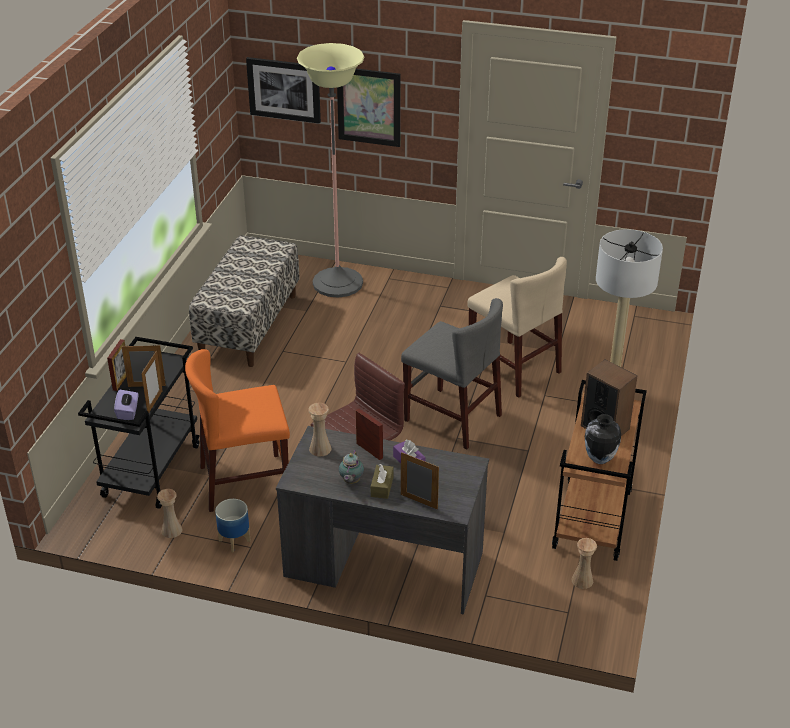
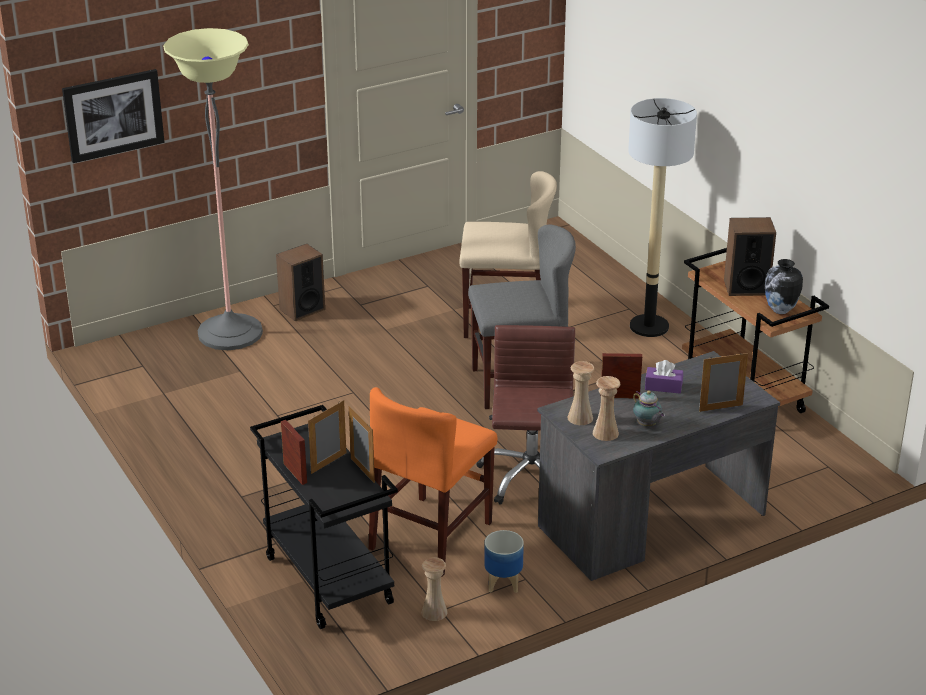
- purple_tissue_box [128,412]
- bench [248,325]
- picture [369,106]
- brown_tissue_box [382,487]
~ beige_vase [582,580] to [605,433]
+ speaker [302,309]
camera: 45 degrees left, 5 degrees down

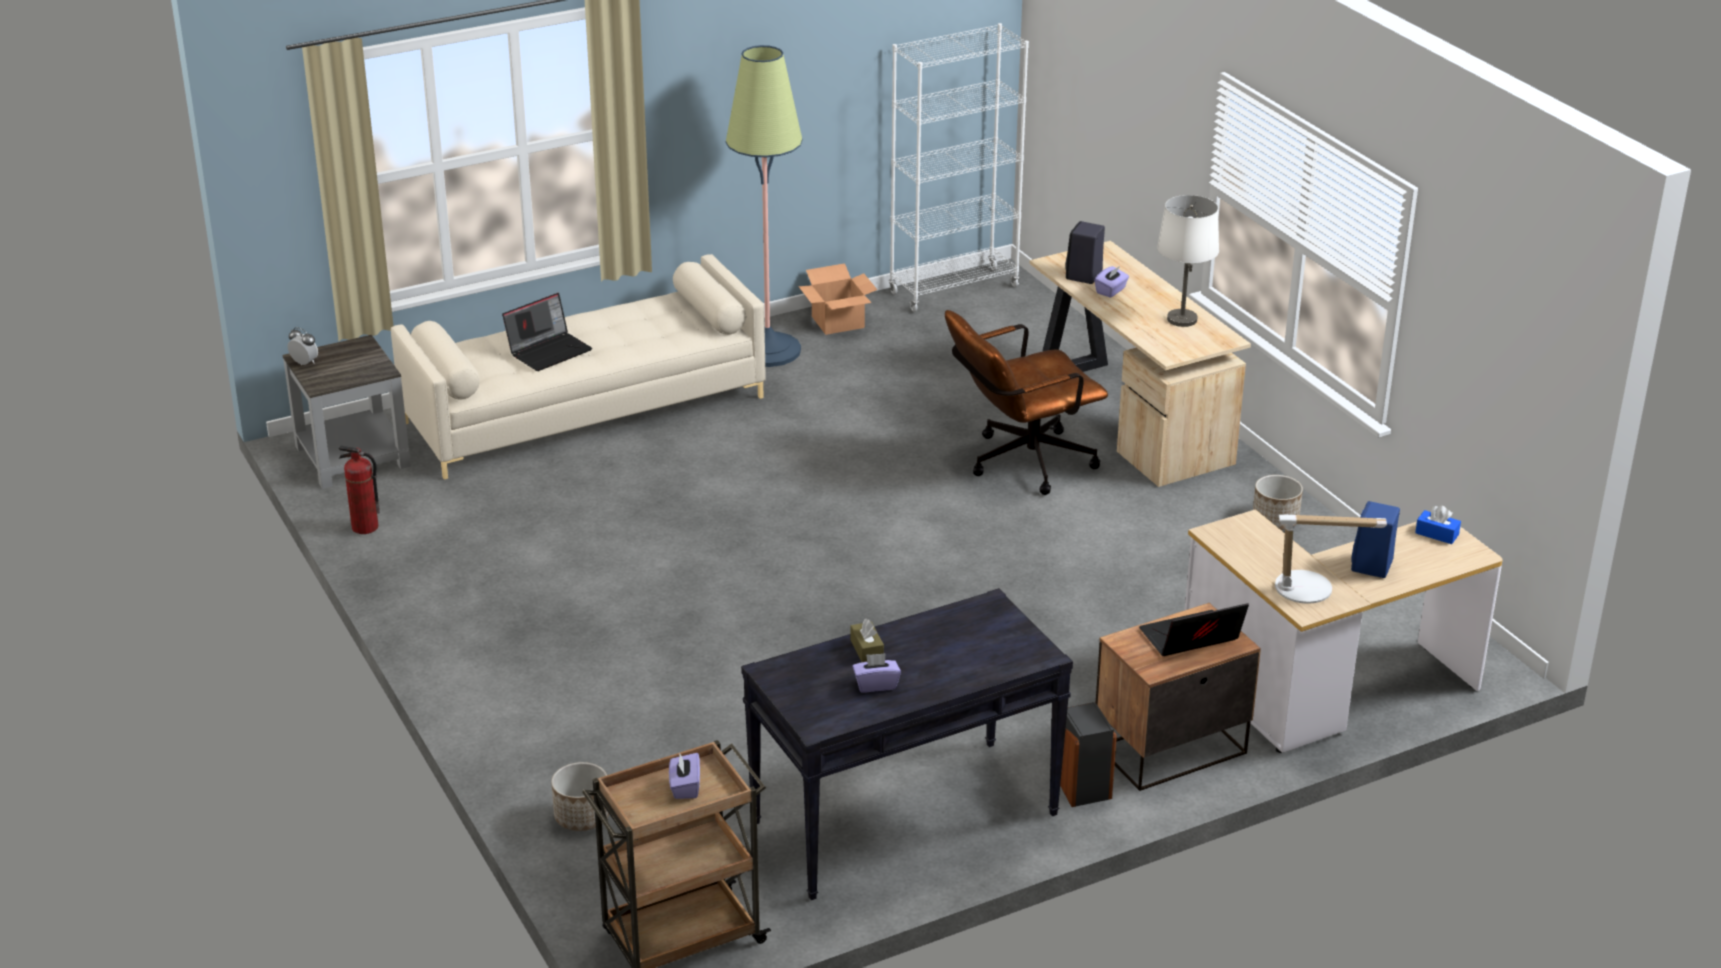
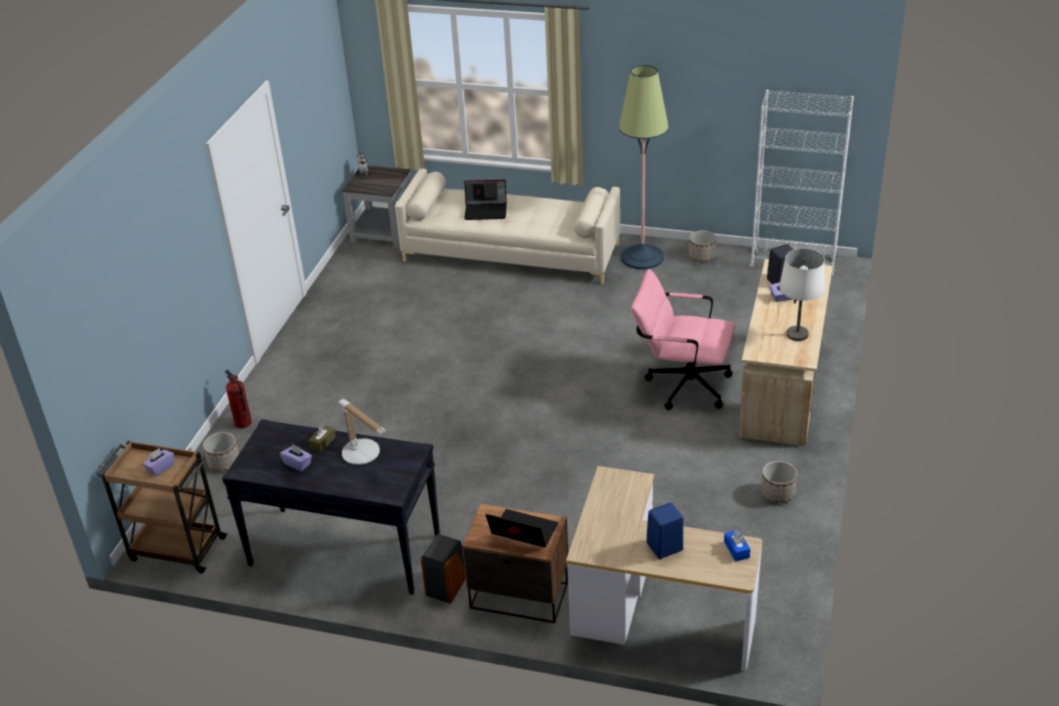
~ fire_extinguisher [364,527] to [242,423]
~ cardboard_box [838,322] to planter [702,256]
~ brown_office_chair [1020,463] to pink_office_chair [681,384]
~ table_lamp [1311,589] to [364,455]
camera: 45 degrees right, 5 degrees up

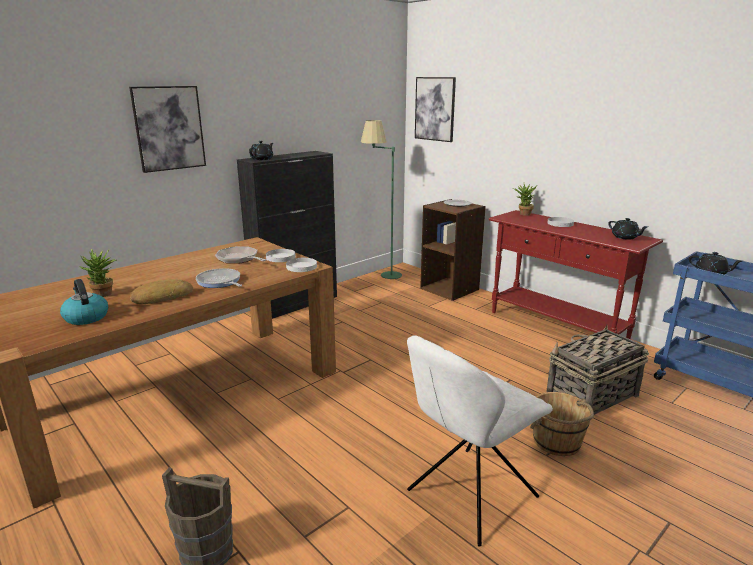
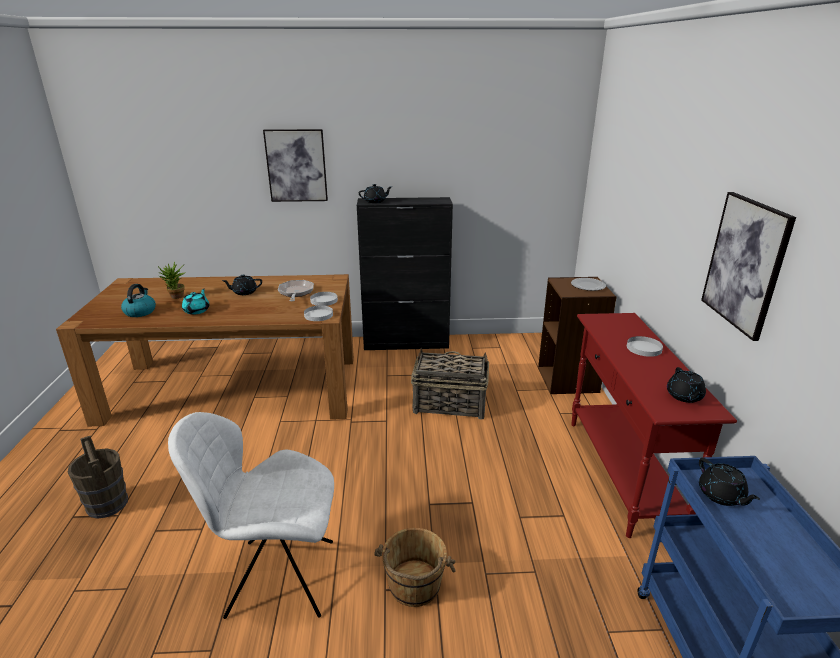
~ bread [162,297] to turquoise_teapot [197,310]
- frying_pan [220,282]
- green_floor_lamp [382,276]
~ picture [435,109] to [745,264]
- potted_plant [522,214]
~ basket [591,396] to [449,404]
+ black_teapot [244,292]
camera: 40 degrees right, 5 degrees up

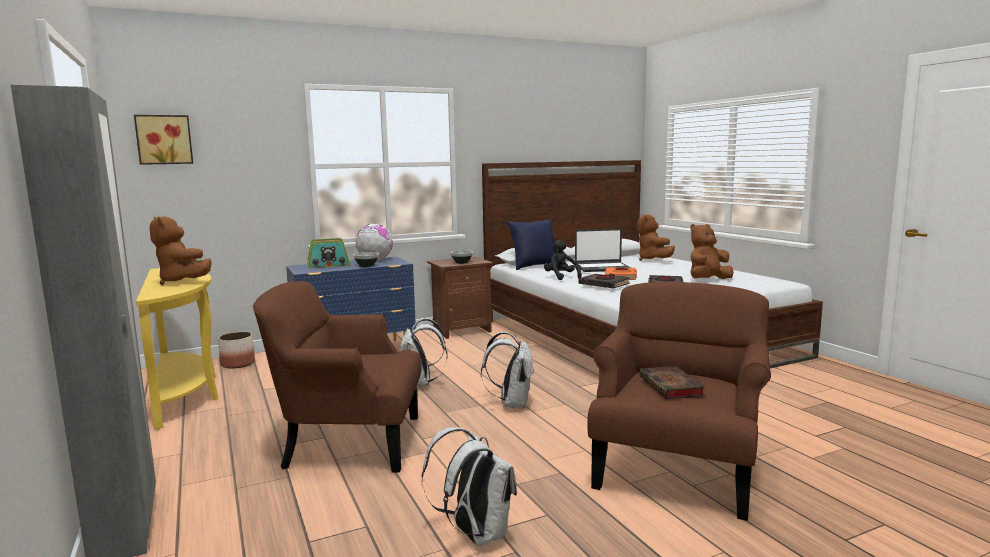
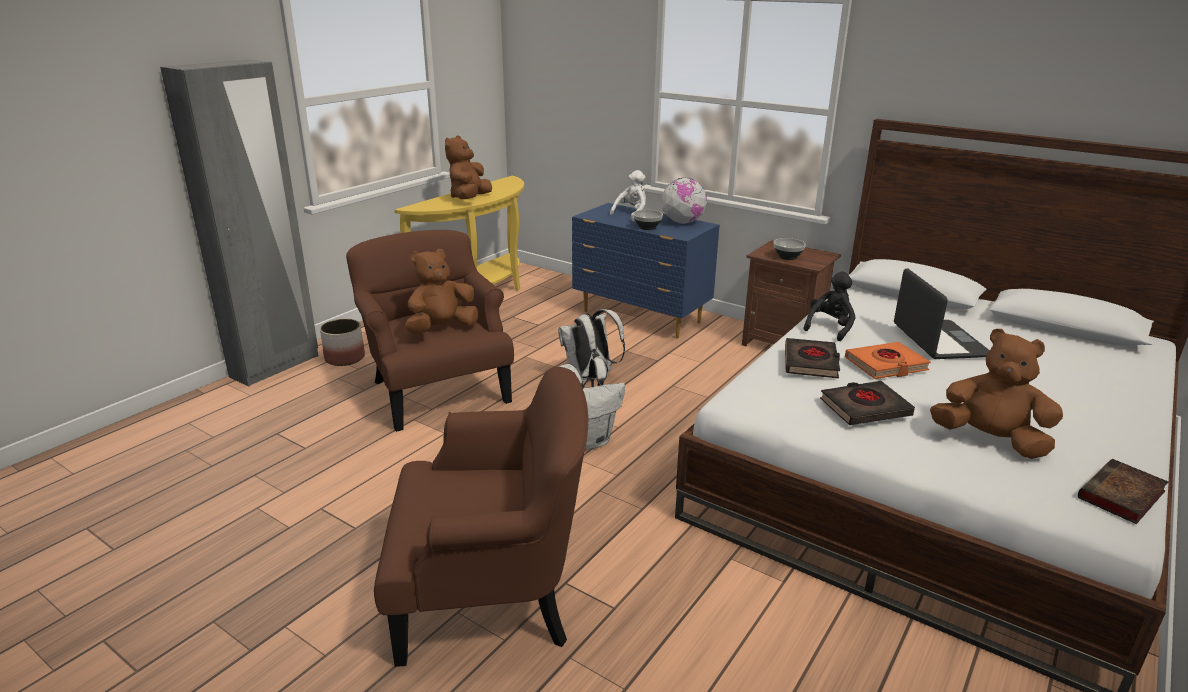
- picture [164,139]
~ planter [238,364] to [345,358]
~ radio [328,265] to white_plush_toy [631,214]
- white_backpack [475,534]
- blue_pillow [534,266]
~ laptop [602,268] = [939,341] 150 degrees counterclockwise
~ brown_plush_toy [653,260] to [441,329]
~ book [672,387] to [1121,496]
camera: 60 degrees right, 15 degrees up

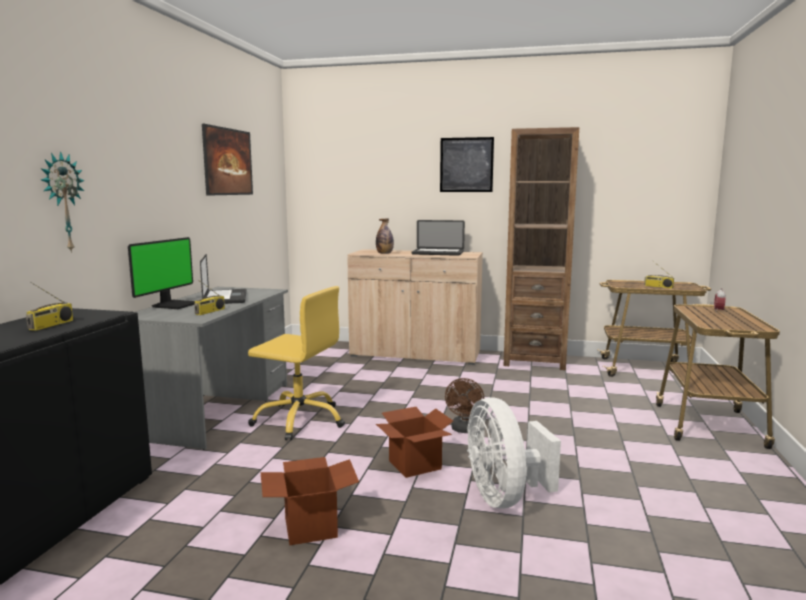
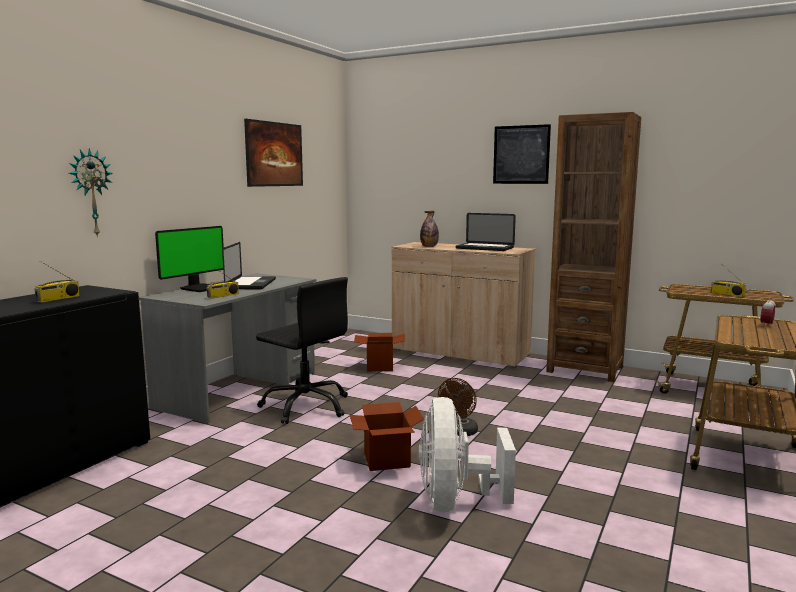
~ yellow_office_chair [300,420] to black_office_chair [306,406]
~ cardboard_box [311,527] to [380,367]
camera: 15 degrees right, 0 degrees up

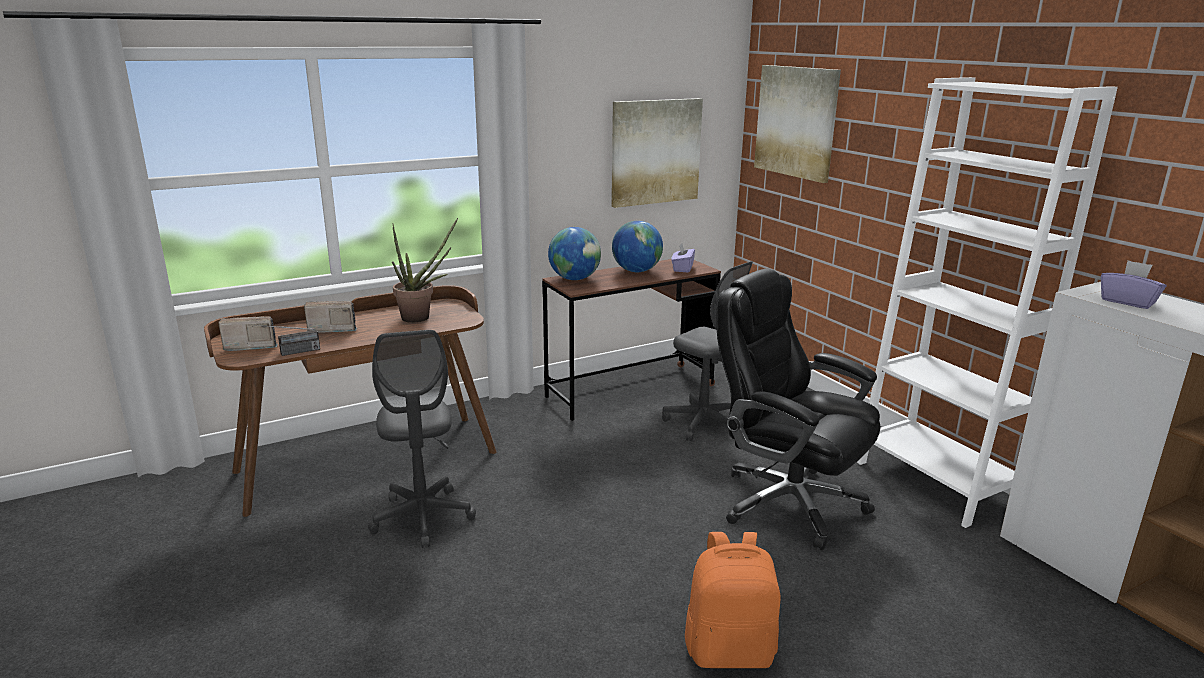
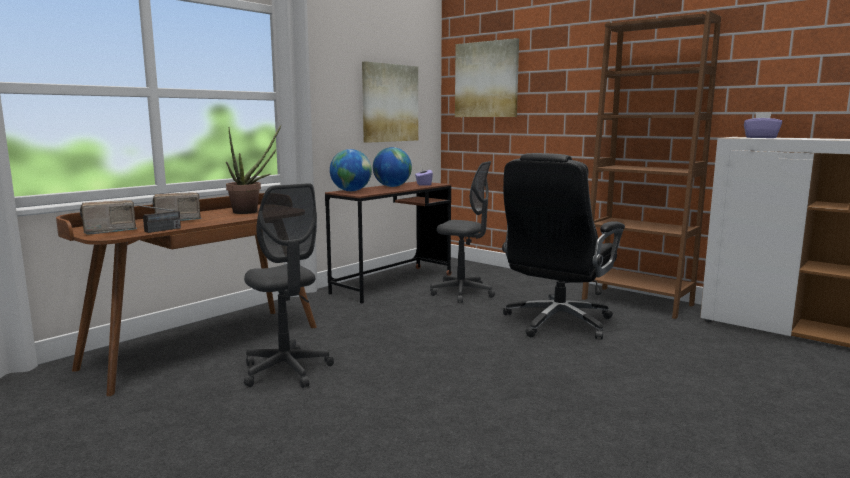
- orange_backpack [730,650]
~ black_office_chair [787,502] = [557,323] 75 degrees counterclockwise
~ white_bookcase [934,483] to brown_bookcase [637,302]
camera: 20 degrees left, 10 degrees down

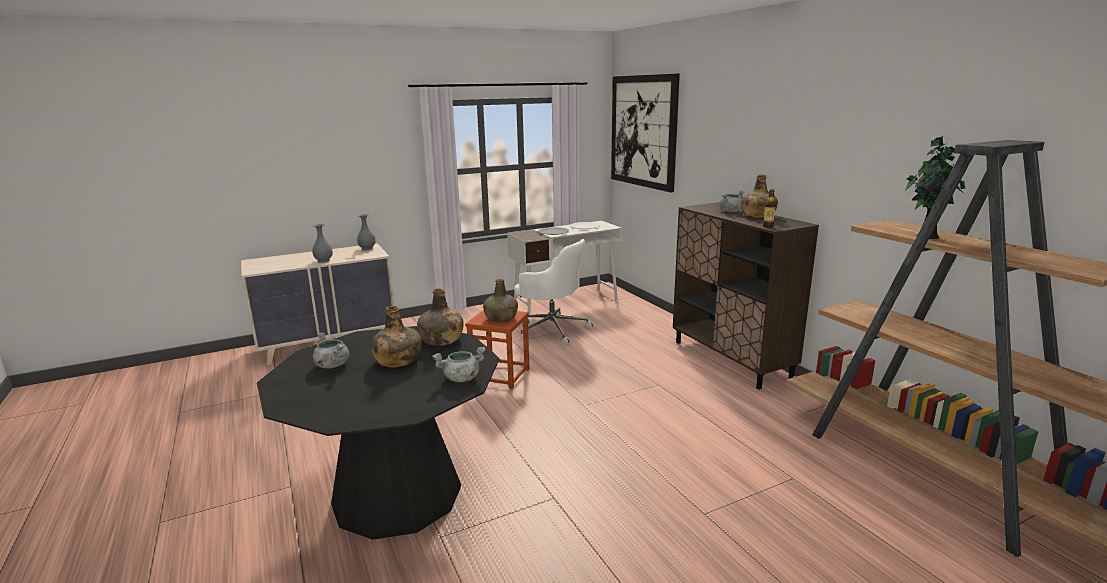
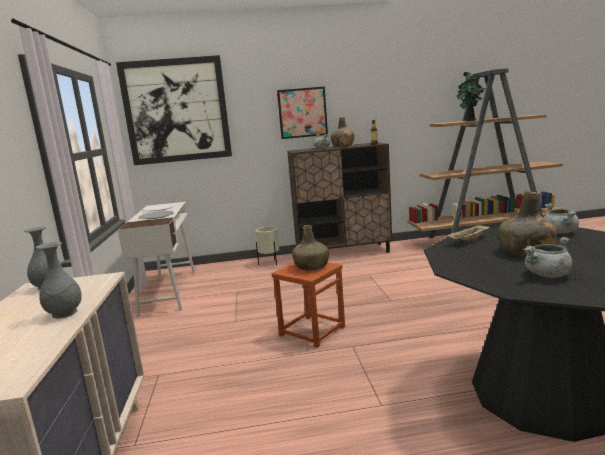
~ green_bottle [441,340] to beige_tray [469,240]
- white_office_chair [552,329]
+ beige_planter [270,263]
+ picture [302,113]
camera: 70 degrees left, 5 degrees down

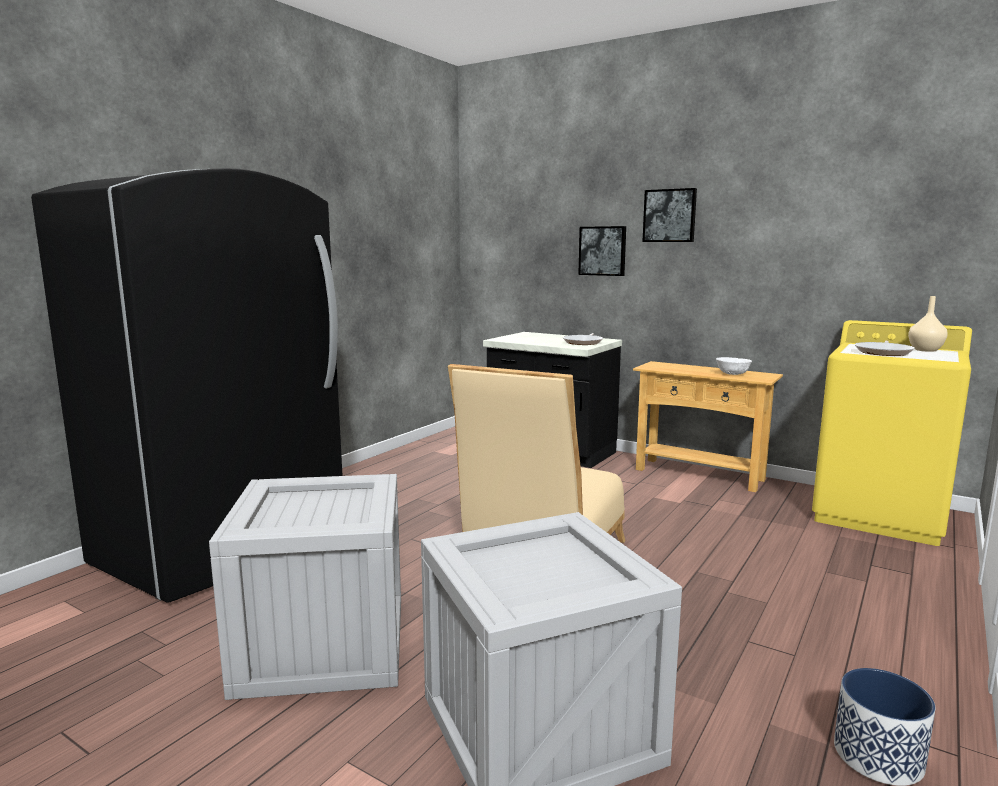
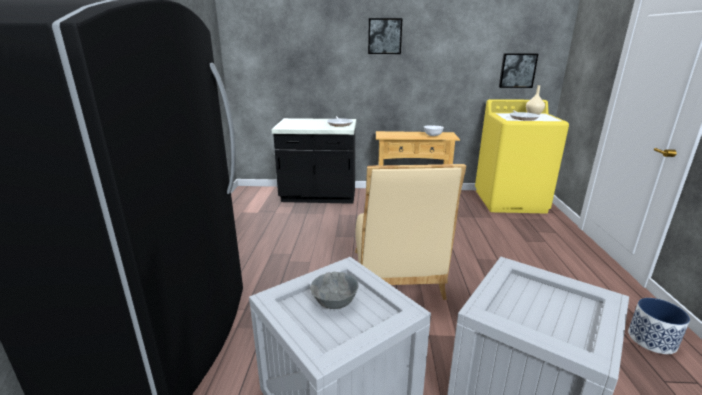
~ picture [603,251] to [517,70]
+ grey_bowl [334,302]
camera: 30 degrees left, 10 degrees up

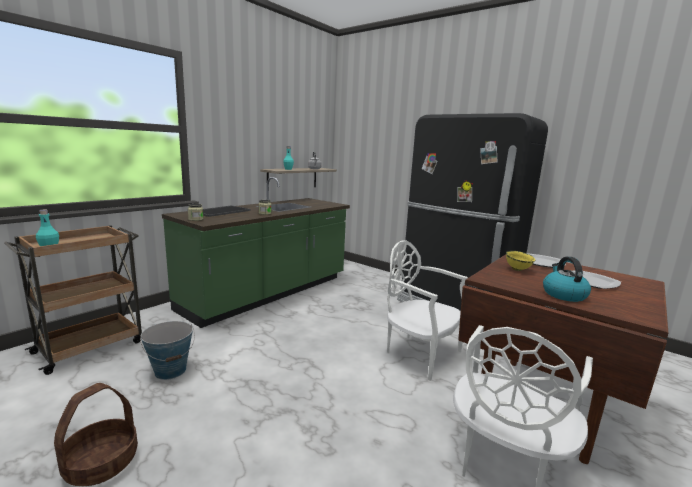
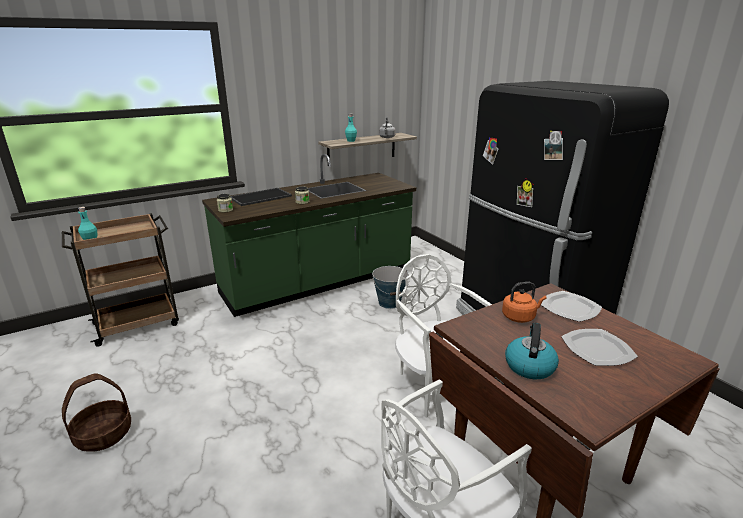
~ bucket [171,370] to [389,303]
~ yellow_bowl [517,269] to orange_kettle [520,317]
camera: 20 degrees right, 10 degrees up

